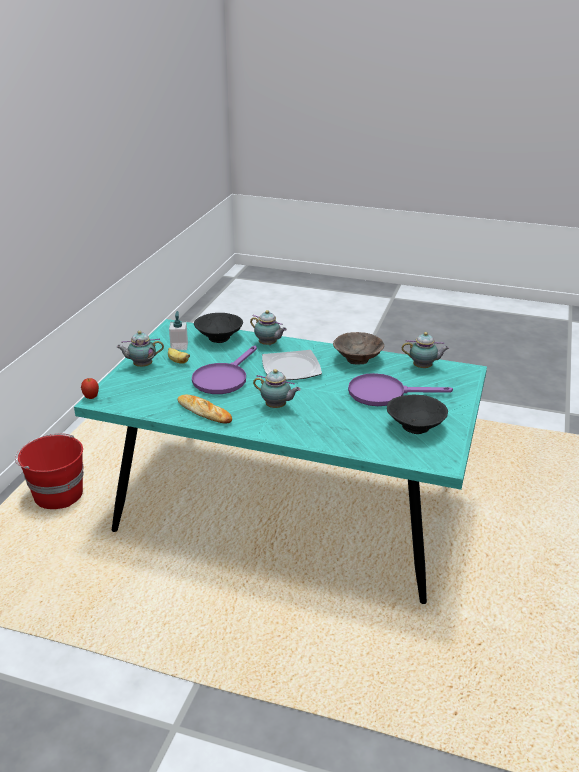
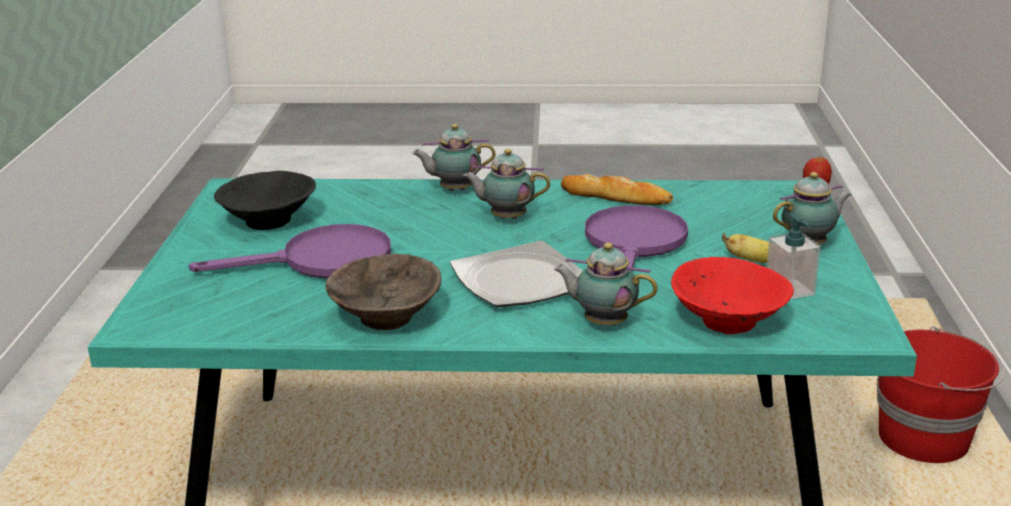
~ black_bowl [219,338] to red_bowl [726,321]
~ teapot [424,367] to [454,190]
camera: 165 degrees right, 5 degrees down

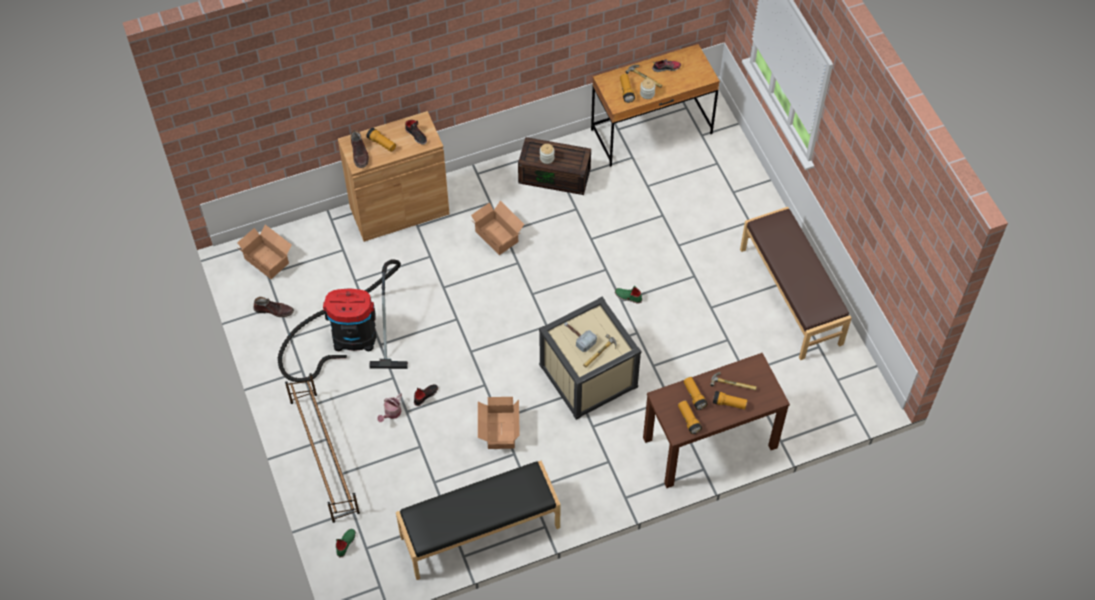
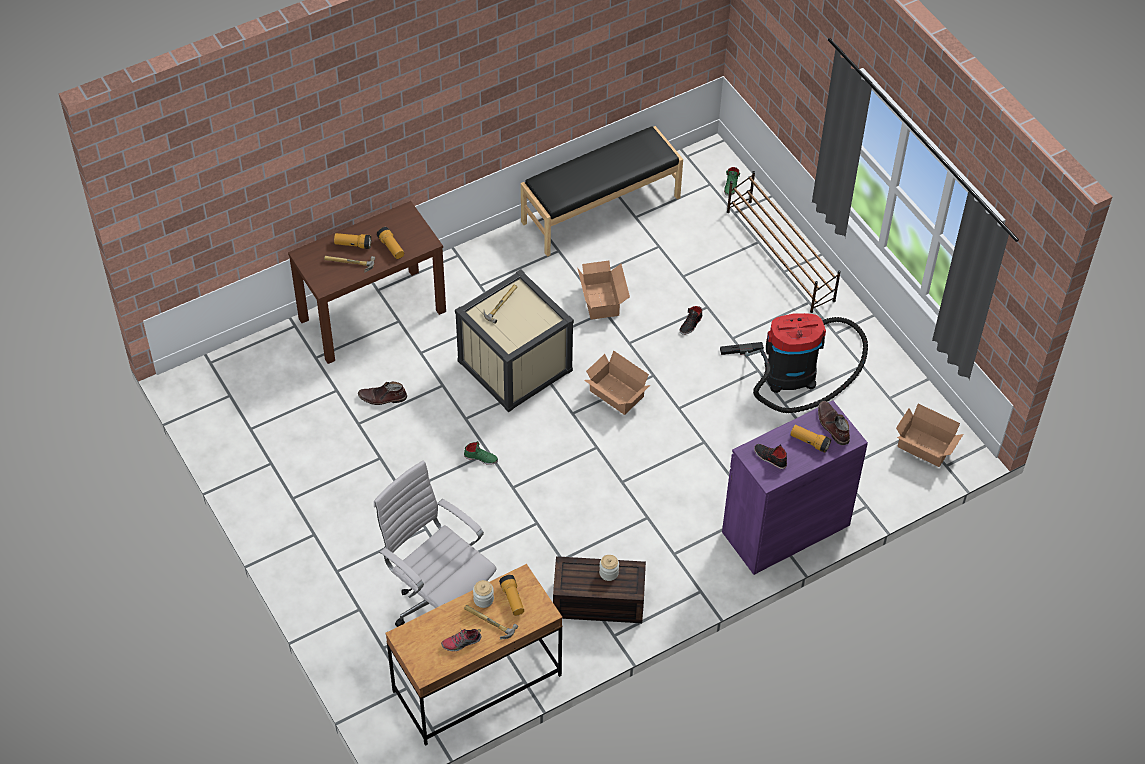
~ brown_boot [274,310] to [382,398]
~ brown_cabinet [399,210] to purple_cabinet [786,529]
- watering_can [391,413]
~ cardboard_box [497,235] to [616,395]
- hammer [578,337]
- flashlight [688,420]
- brown_bench [791,296]
+ white_office_chair [439,601]
camera: 170 degrees right, 5 degrees down

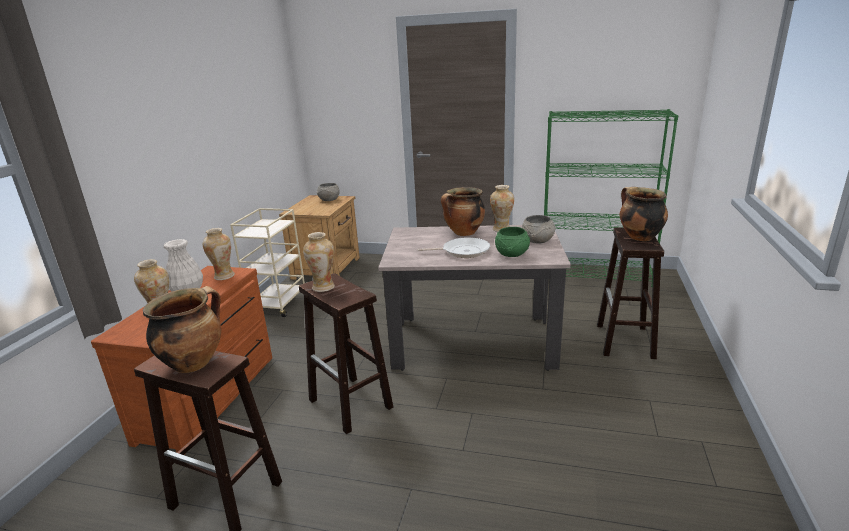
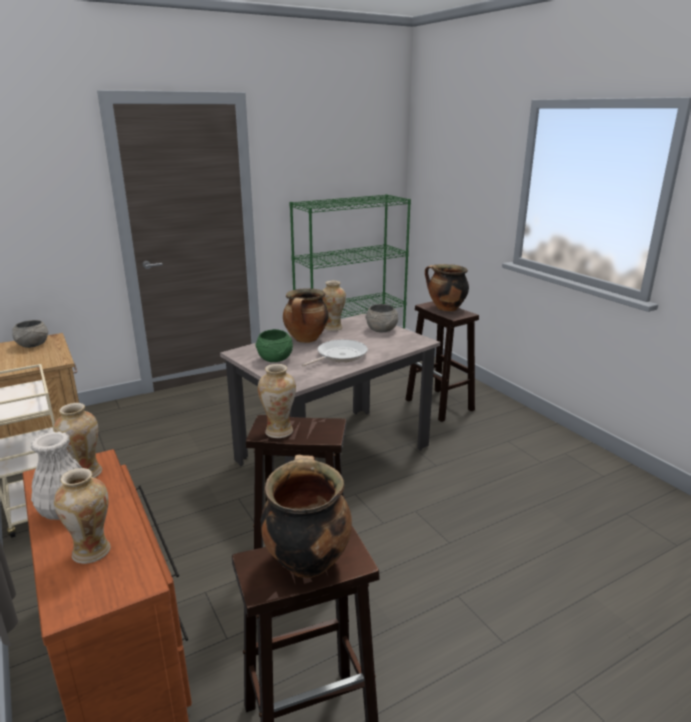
~ green_bowl [512,254] to [275,359]
camera: 45 degrees left, 0 degrees up

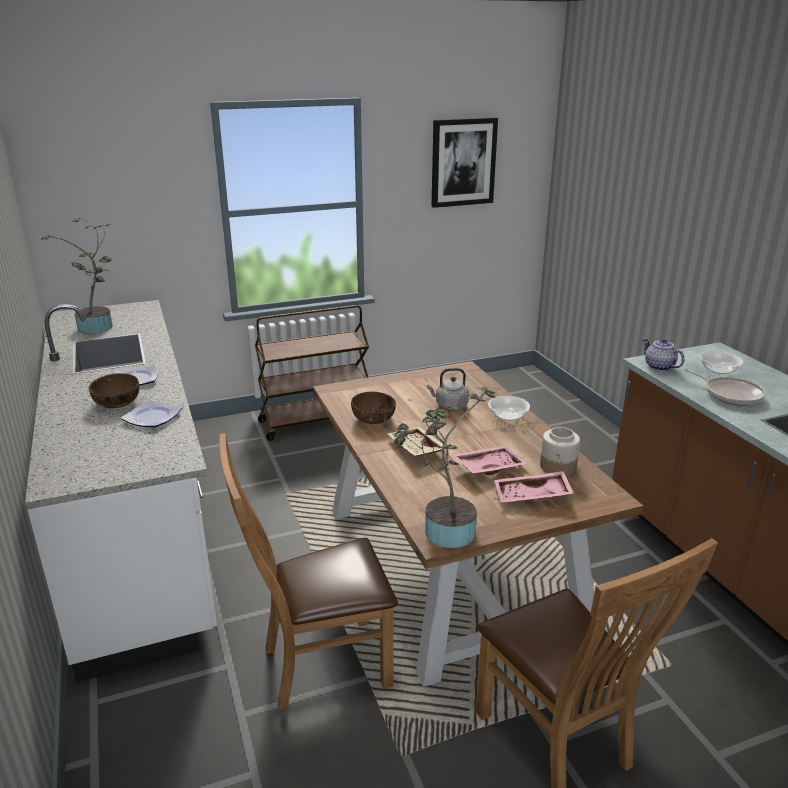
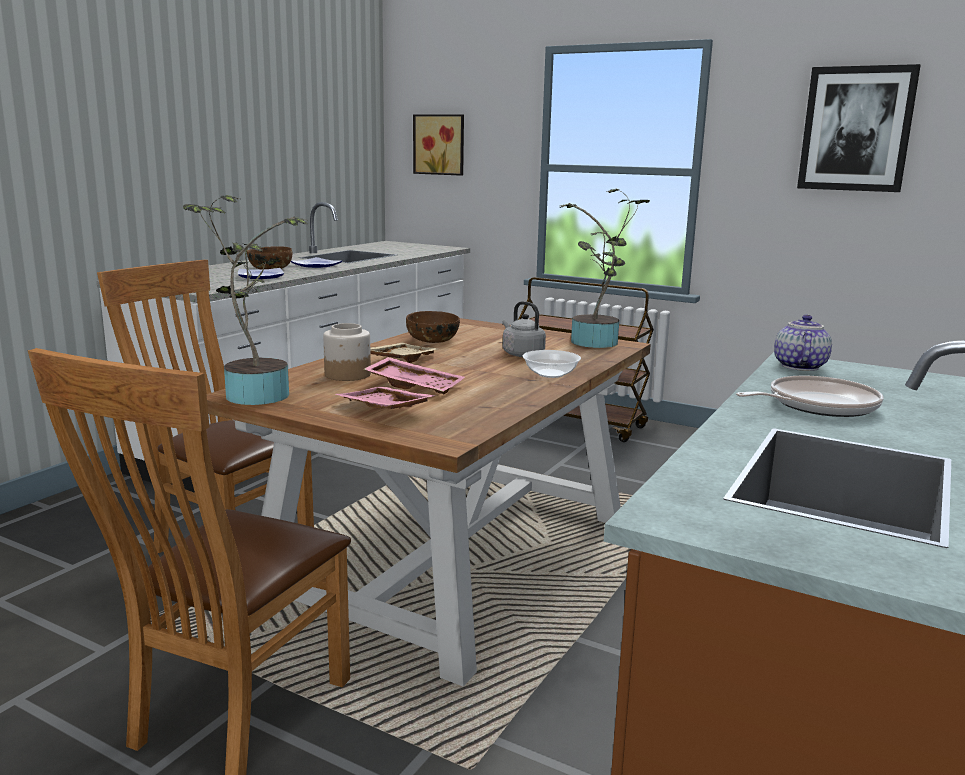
~ potted_plant [98,328] to [595,343]
~ jar [558,467] to [347,375]
~ frying_pan [730,394] = [817,405] 120 degrees counterclockwise
- bowl [719,370]
+ picture [440,144]
camera: 50 degrees right, 10 degrees down

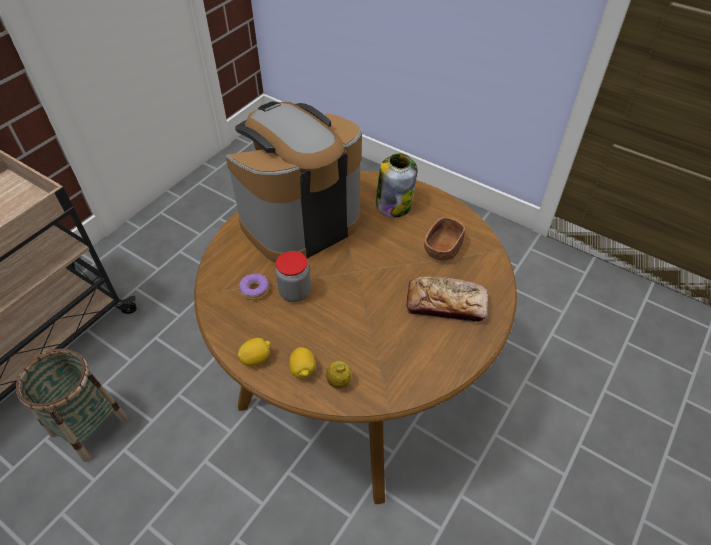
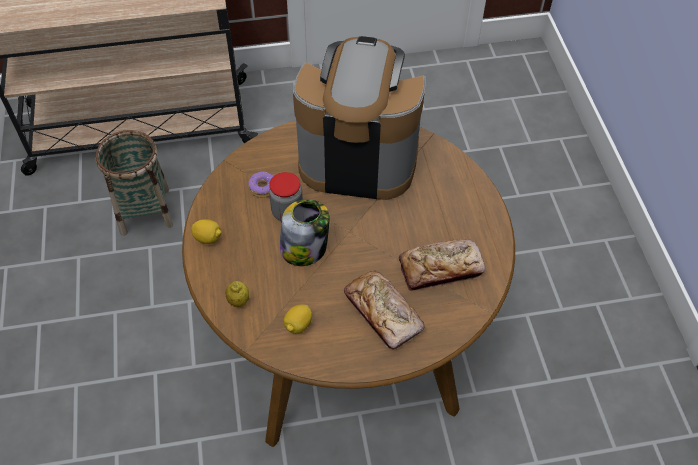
~ lemon [302,370] to [298,325]
~ jar [393,204] to [304,248]
~ brown_bowl [442,249] to bread [440,269]
camera: 45 degrees right, 5 degrees up

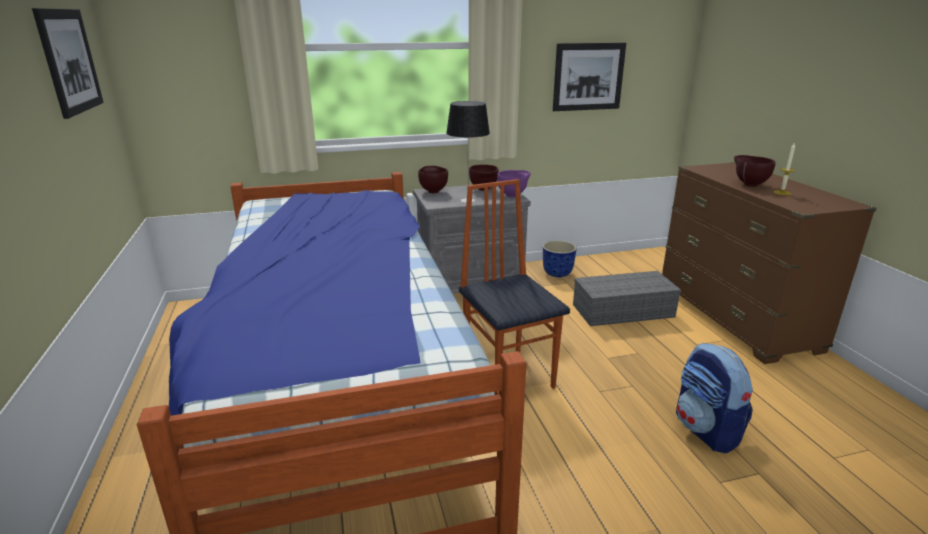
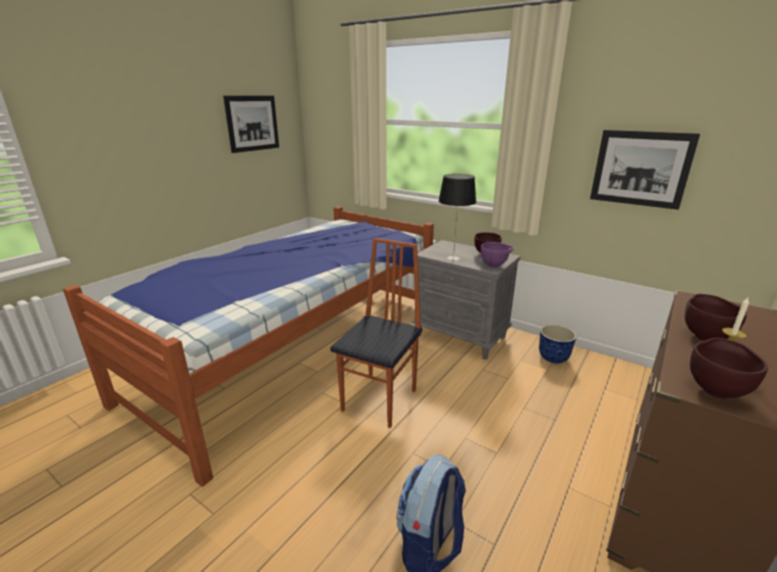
~ brown_bowl [433,191] to [715,390]
- grey_storage_box [623,310]
camera: 50 degrees right, 0 degrees up

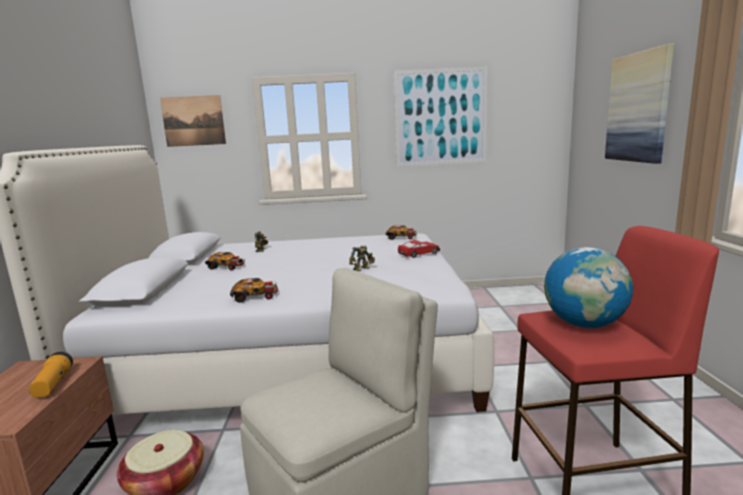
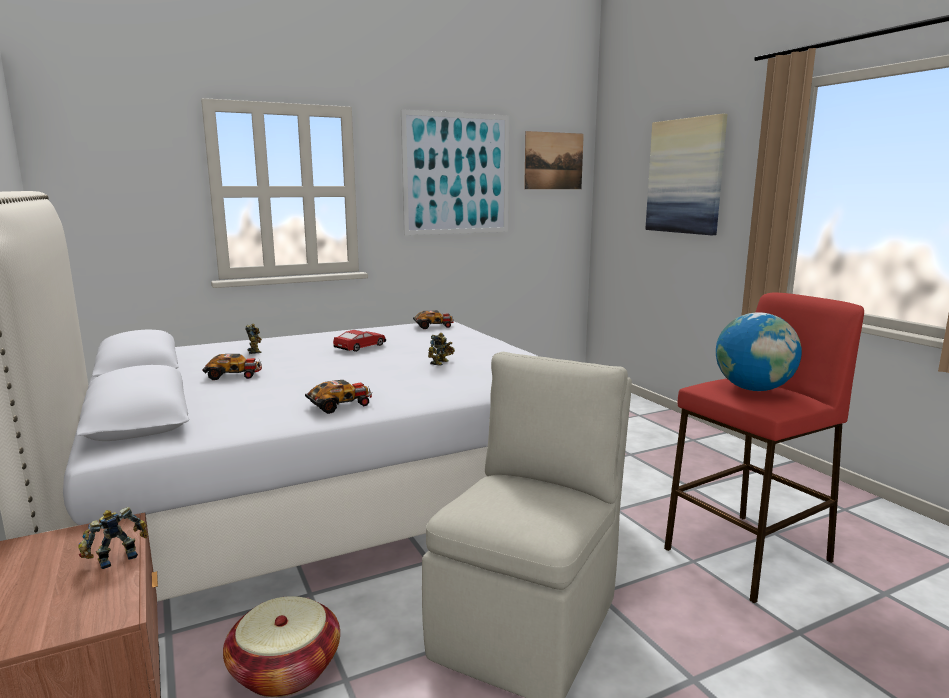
~ flashlight [53,384] to toy_robot [115,557]
~ picture [193,121] to [553,161]
~ toy_car [419,254] to [360,347]
camera: 25 degrees left, 0 degrees up

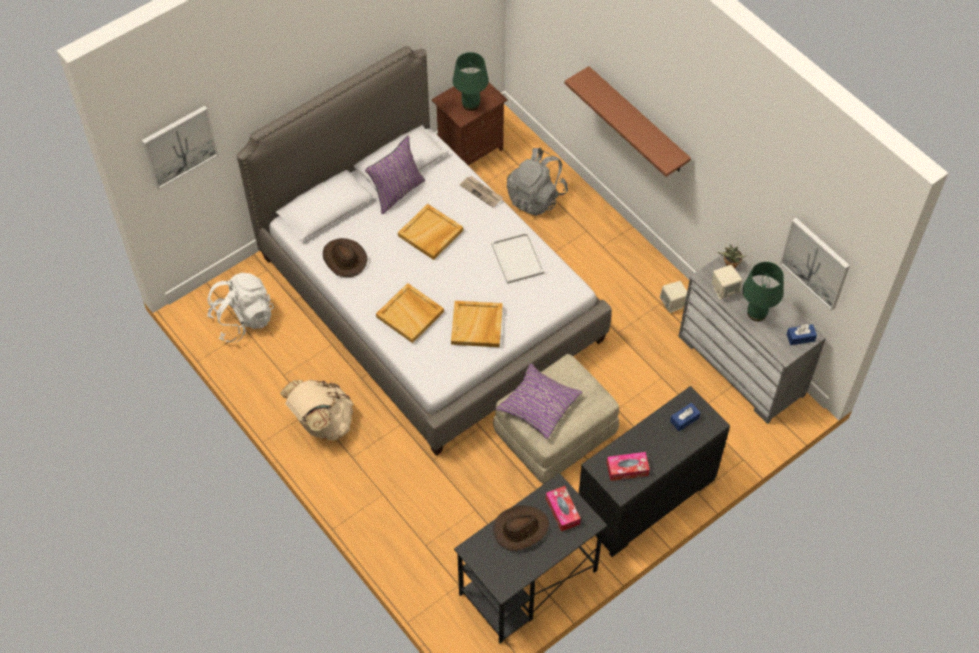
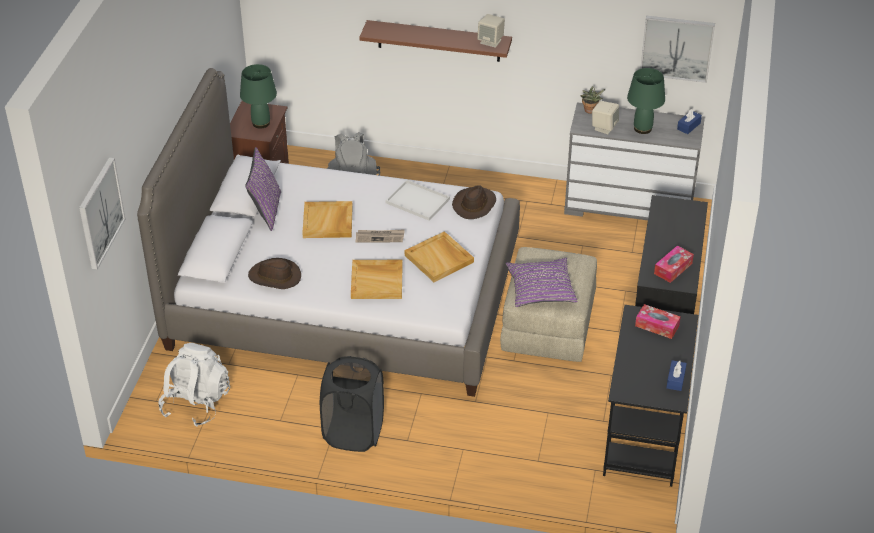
~ beige_backpack [322,423] to black_laundry_basket [353,433]
~ newspaper [481,192] to [380,237]
~ brown_hat [520,529] to [474,204]
~ beige_speaker [673,304] to [491,41]
~ blue_tissue_box [684,419] to [675,380]
camera: 40 degrees left, 15 degrees down

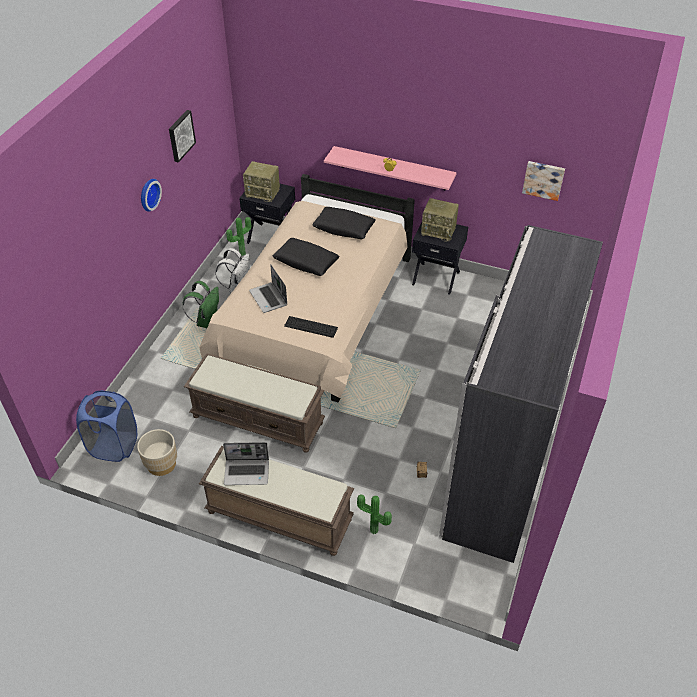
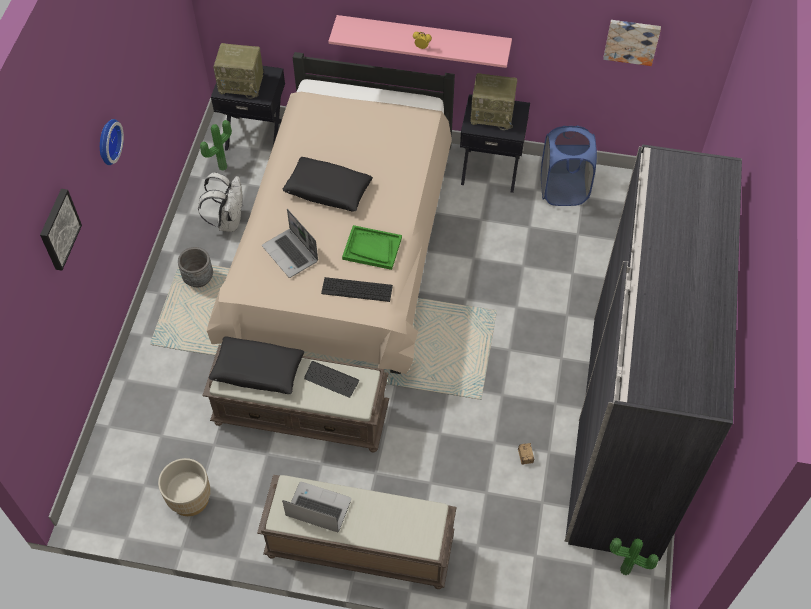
~ blue_laundry_basket [114,446] to [563,190]
~ picture [180,135] to [58,229]
~ green_backpack [206,321] to grey_planter [198,278]
~ laptop [247,472] = [317,508] 150 degrees counterclockwise
~ black_pillow [343,228] to [258,370]
~ potted_plant [373,532] to [625,572]
+ keyboard [331,380]
+ green_tray [372,248]
camera: 10 degrees left, 10 degrees up

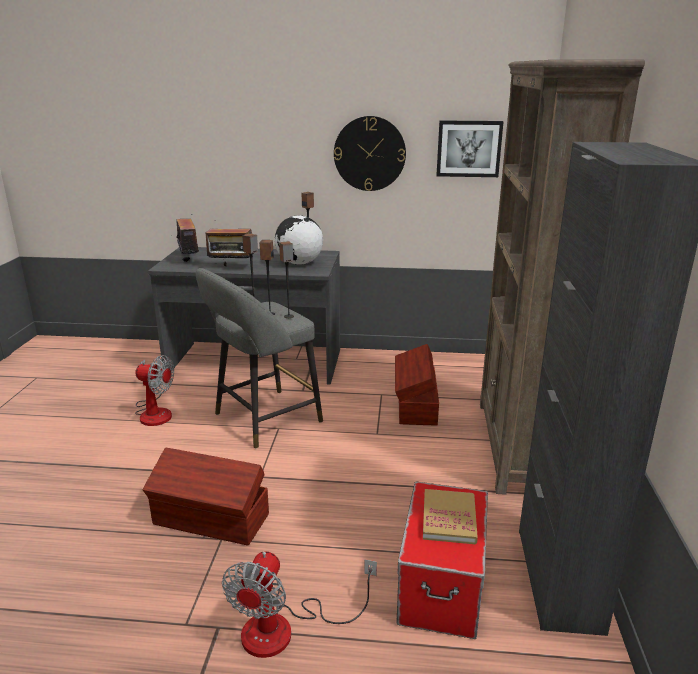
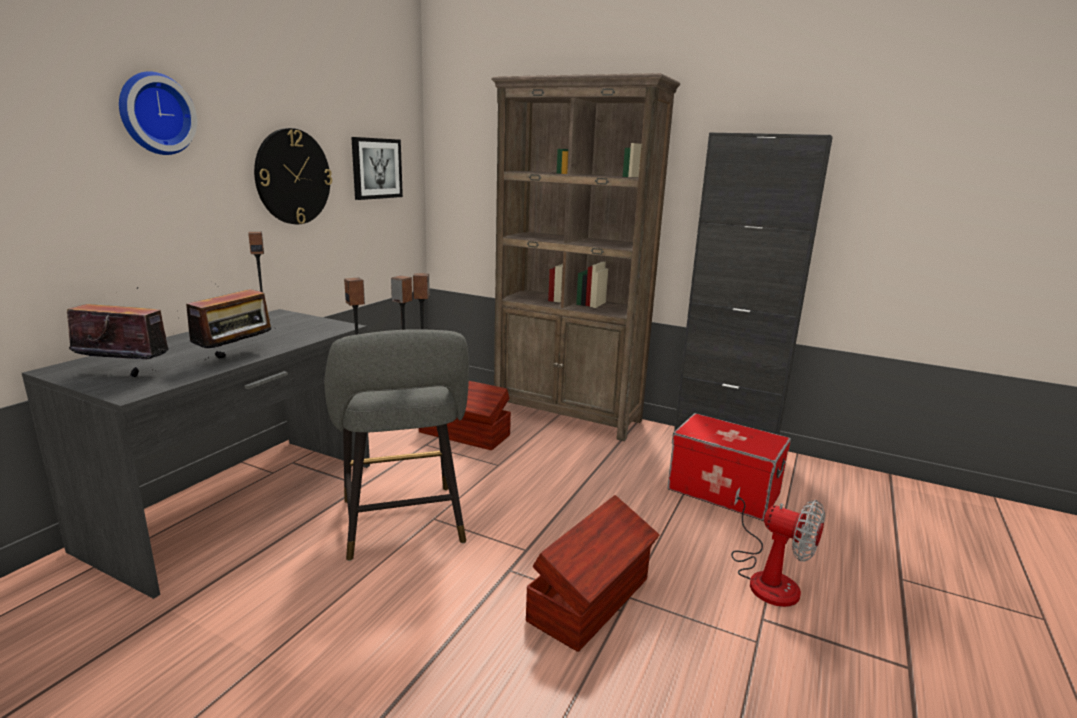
- fan [154,412]
- globe [299,263]
- book [449,518]
+ wall_clock [154,114]
camera: 70 degrees left, 5 degrees down

